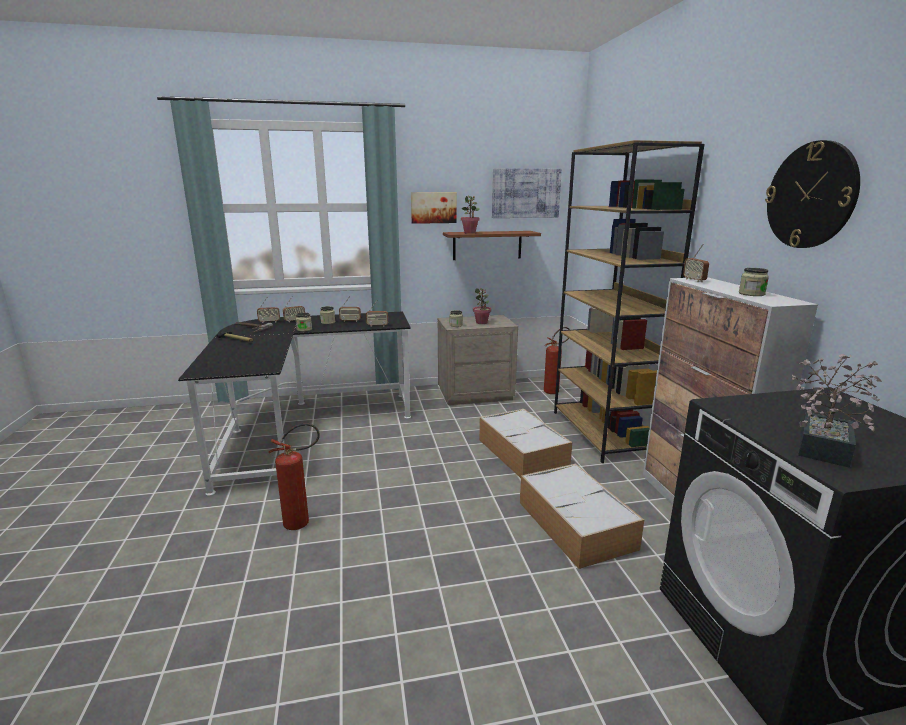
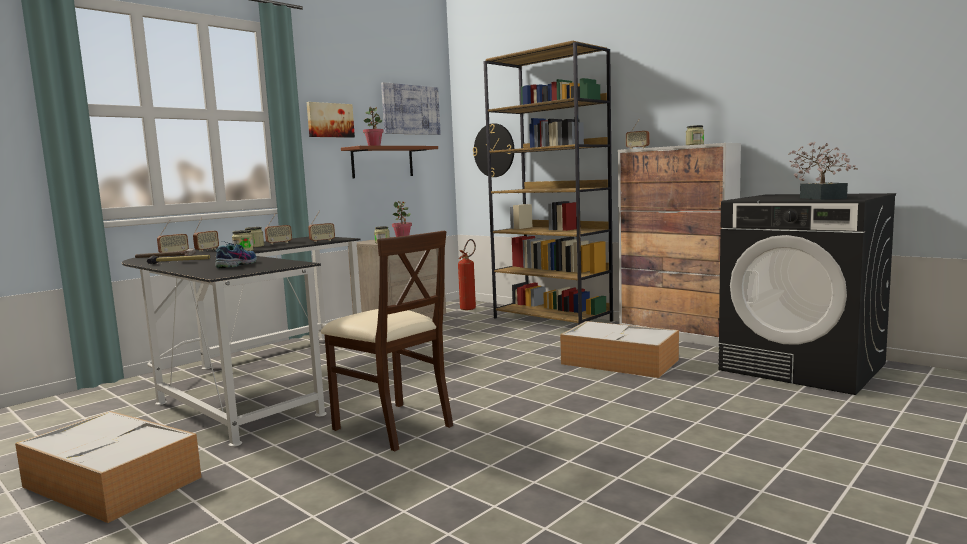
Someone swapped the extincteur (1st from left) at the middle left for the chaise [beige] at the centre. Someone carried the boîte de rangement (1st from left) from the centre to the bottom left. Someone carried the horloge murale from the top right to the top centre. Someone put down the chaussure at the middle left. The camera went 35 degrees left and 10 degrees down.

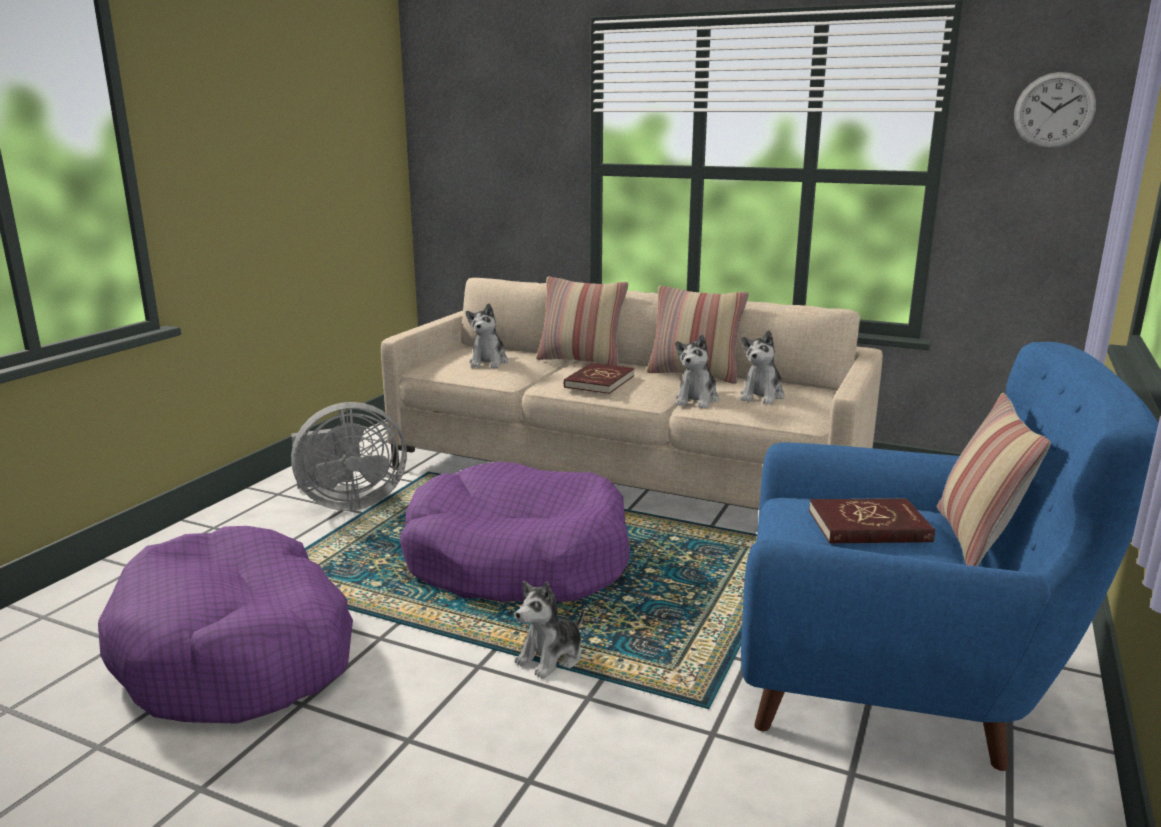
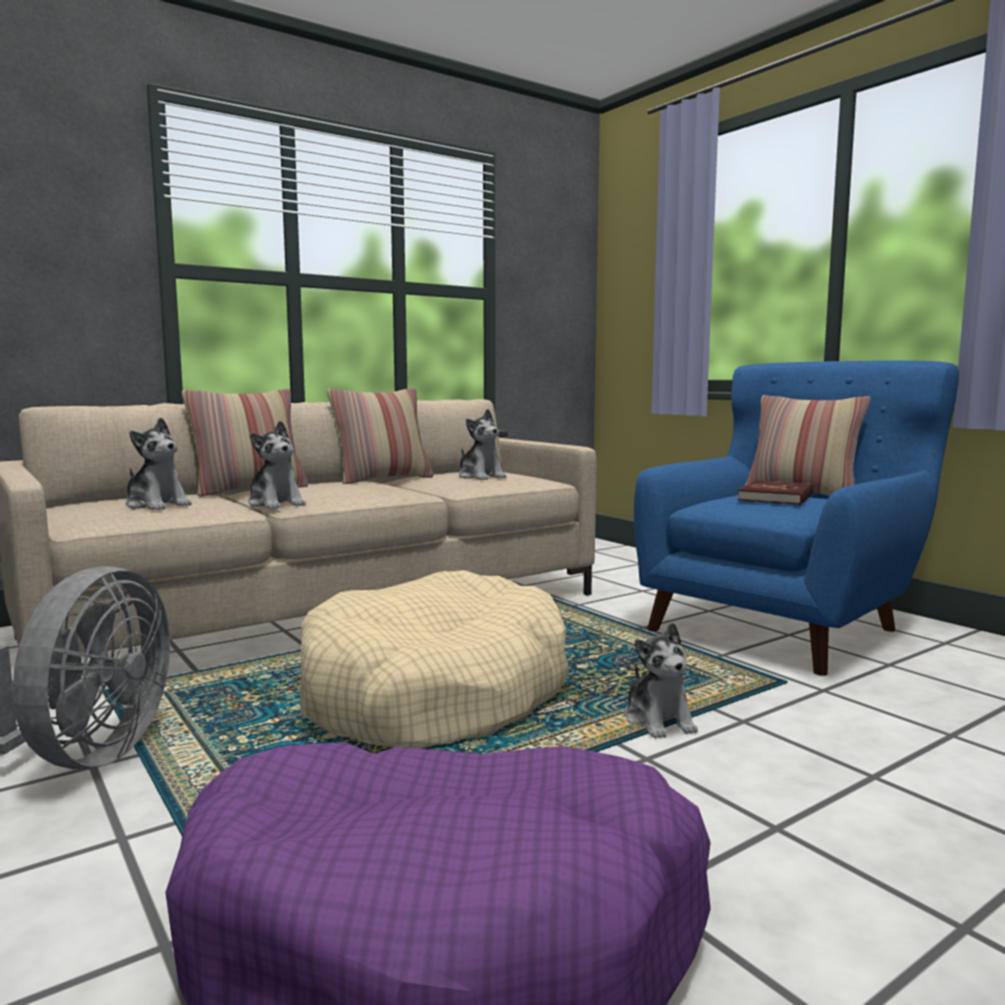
Someone repainted the panier pour chien [violet] (2nd from left) at the centre, which became the panier pour chien [beige] at the centre. Someone took away the livre [rouge] (1st from left) at the centre. Someone carried the peluche (3rd from left in the first image) from the centre to the middle left. Someone took away the horloge murale at the top right. The camera went 60 degrees left and 10 degrees down.

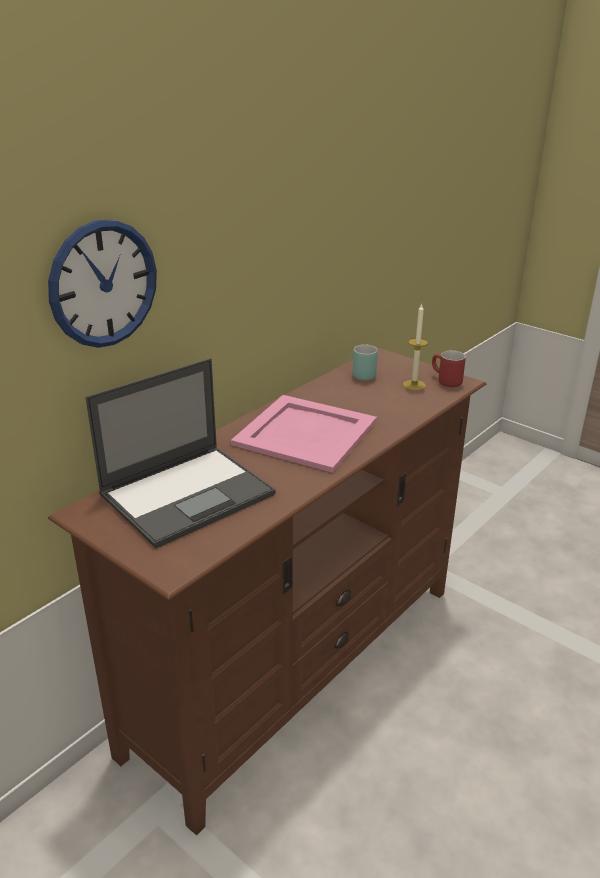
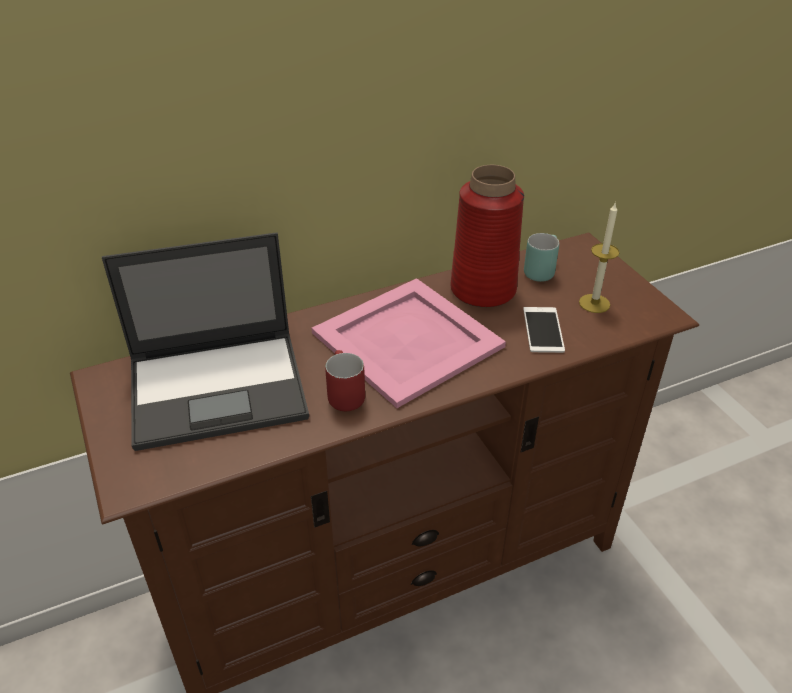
Someone took away the horloge murale at the top left. Someone carried the mug [rouge] from the middle right to the centre. Someone put down the vase [rouge] at the centre. Someone put down the téléphone at the middle right. The camera went 25 degrees right and 10 degrees up.

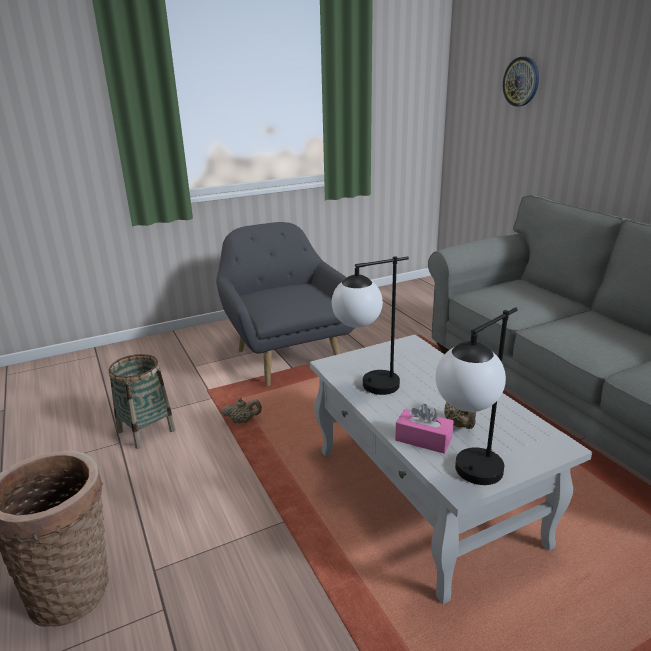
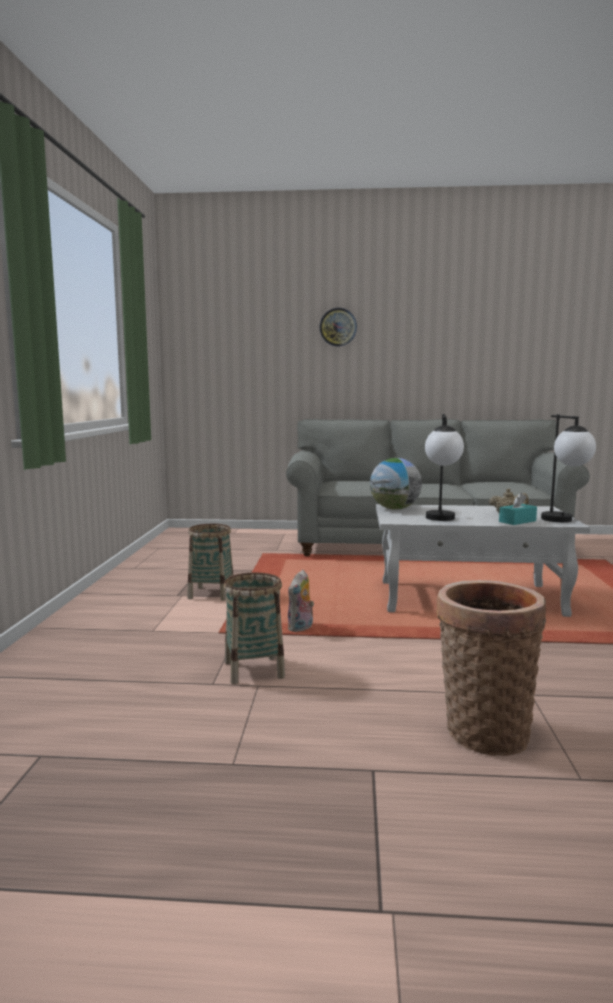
Someone swapped the fauteuil [gris] at the centre for the panier (1st from left) at the centre. Someone swapped the théière [beige] (1st from left) at the centre for the peluche at the centre. Someone repainted the boîte à mouchoirs [rose] at the centre, which became the boîte à mouchoirs [turquoise] at the middle right. Someone carried the horloge murale from the top right to the top centre. Someone put down the globe at the centre. The camera went 60 degrees left and 15 degrees down.

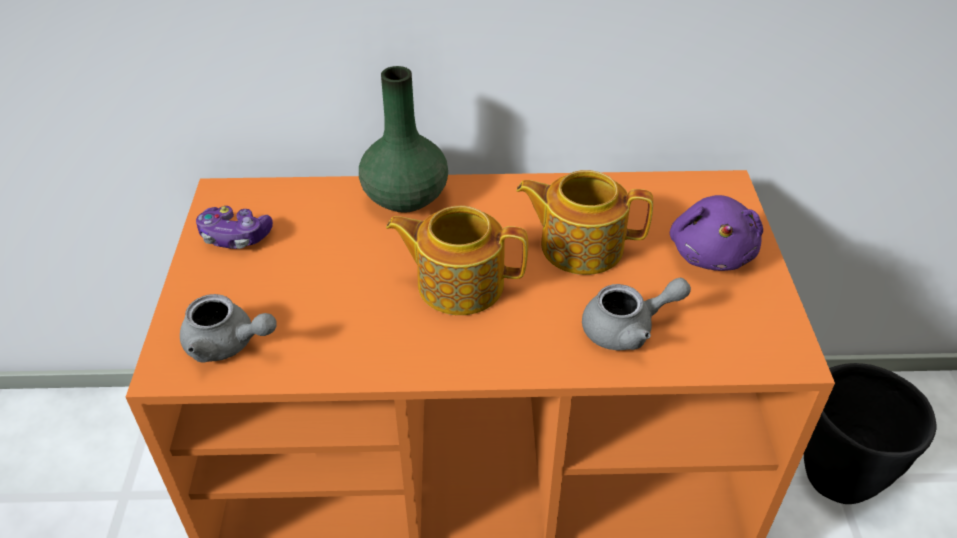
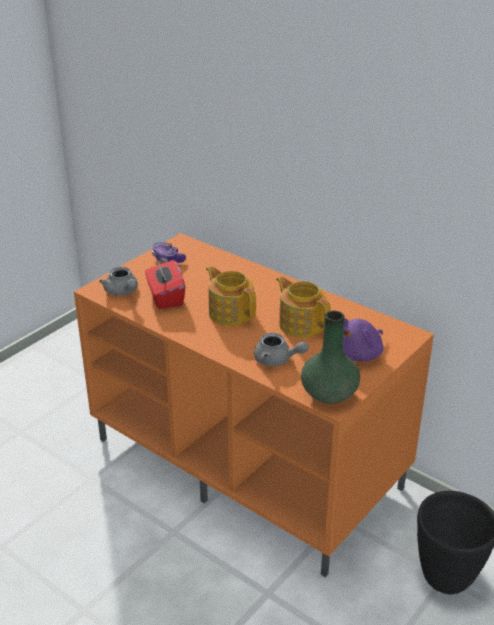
Someone carried the vase [vert] from the top centre to the middle right. Someone put down the boîte à mouchoirs [rouge] at the centre. The camera went 40 degrees right and 10 degrees down.

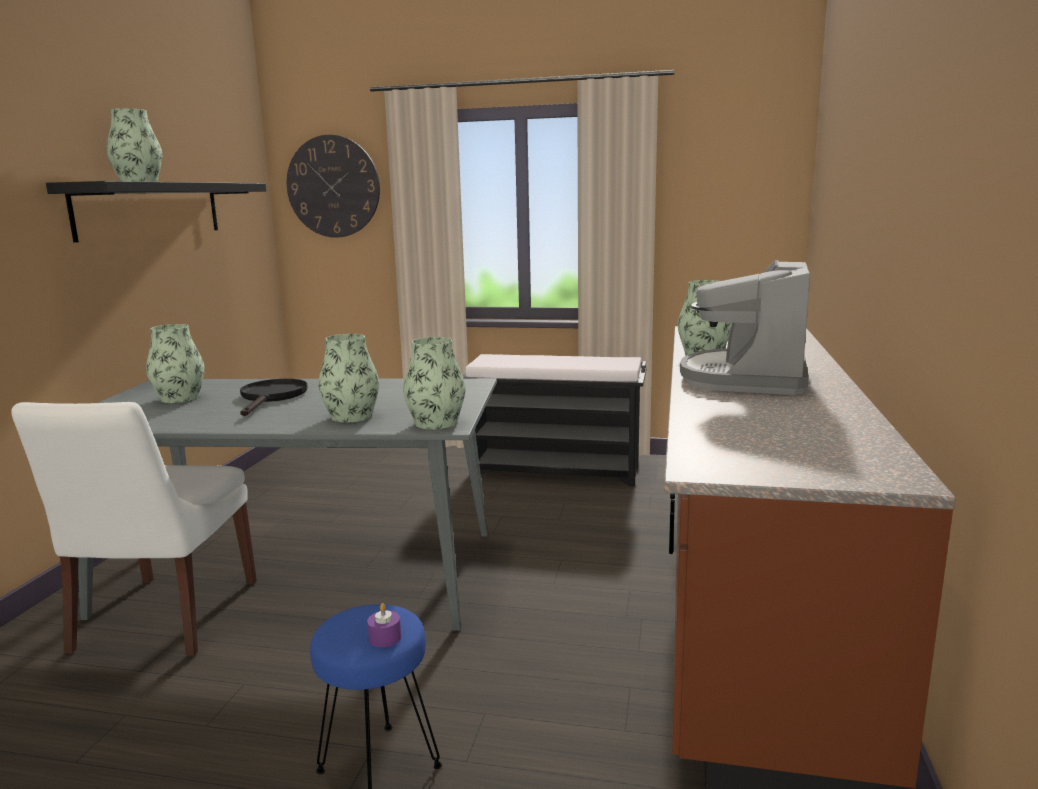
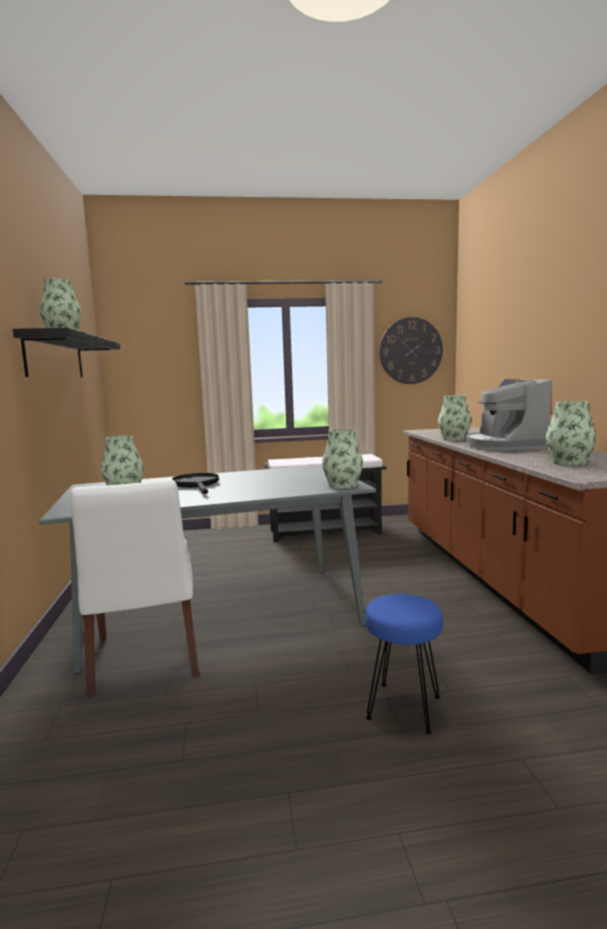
Someone carried the horloge murale from the top left to the middle right. Someone carried the vase (3rd from left in the first image) from the centre to the middle right. Someone took away the bougie [violet] at the bottom centre. The camera went 20 degrees left and 5 degrees down.

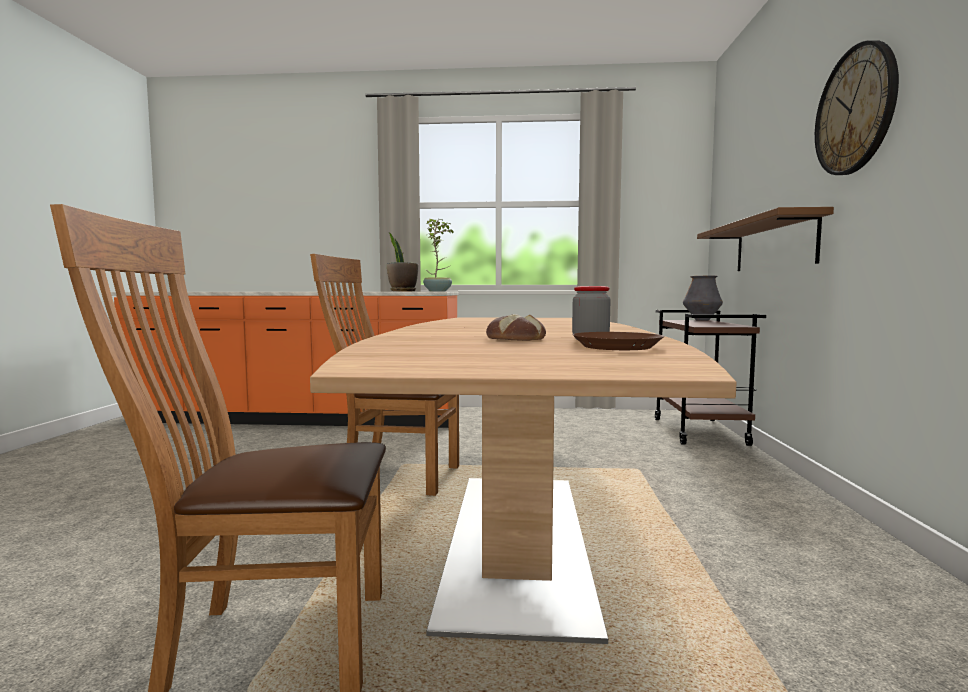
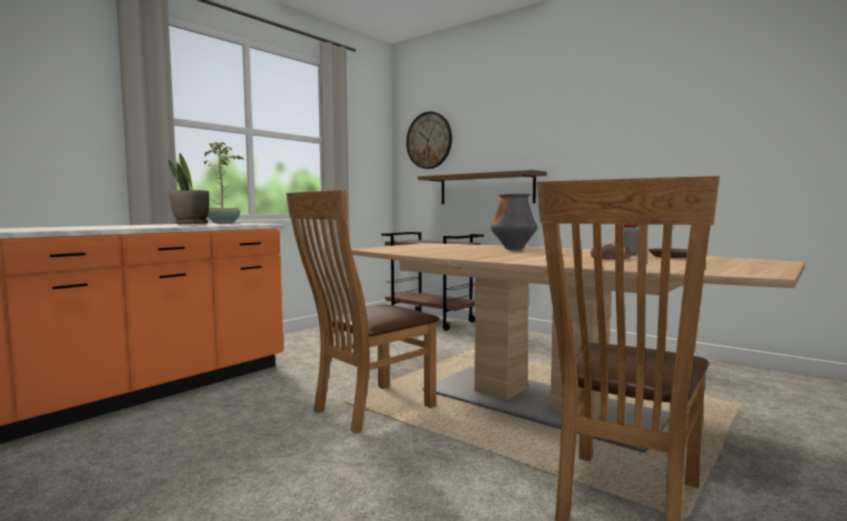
Someone carried the vase from the middle right to the centre. Someone carried the horloge murale from the top right to the top centre. The camera went 55 degrees left and 0 degrees up.

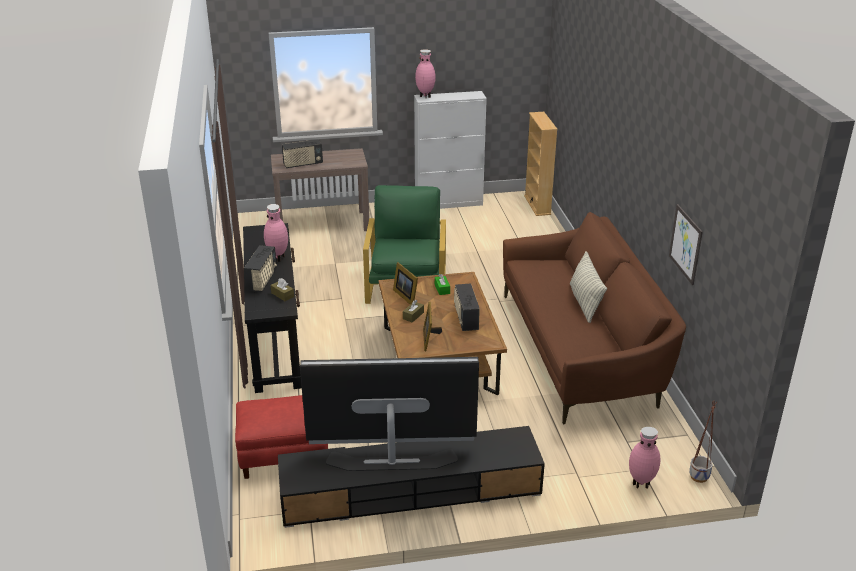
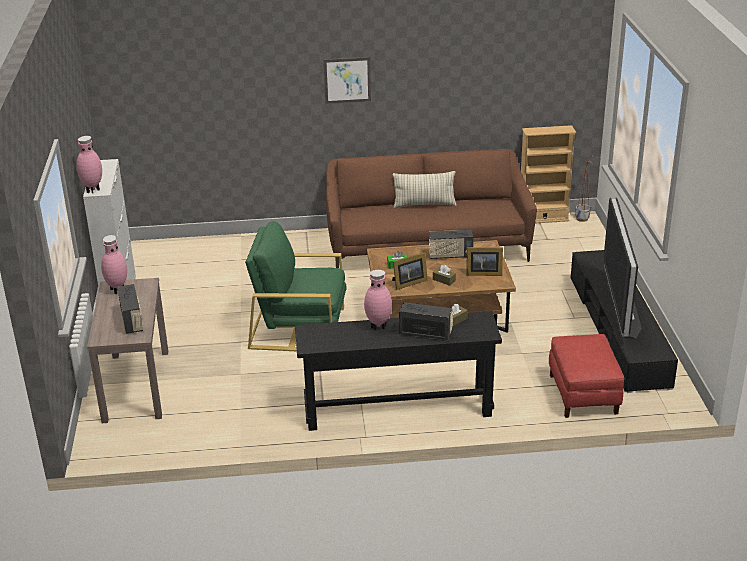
Someone carried the bibliothèque [beige] from the top centre to the top right. Someone carried the vase [rose] (3rd from left in the first image) from the bottom right to the middle left. Someone carried the tableau from the middle right to the top centre. The camera went 85 degrees left and 0 degrees up.

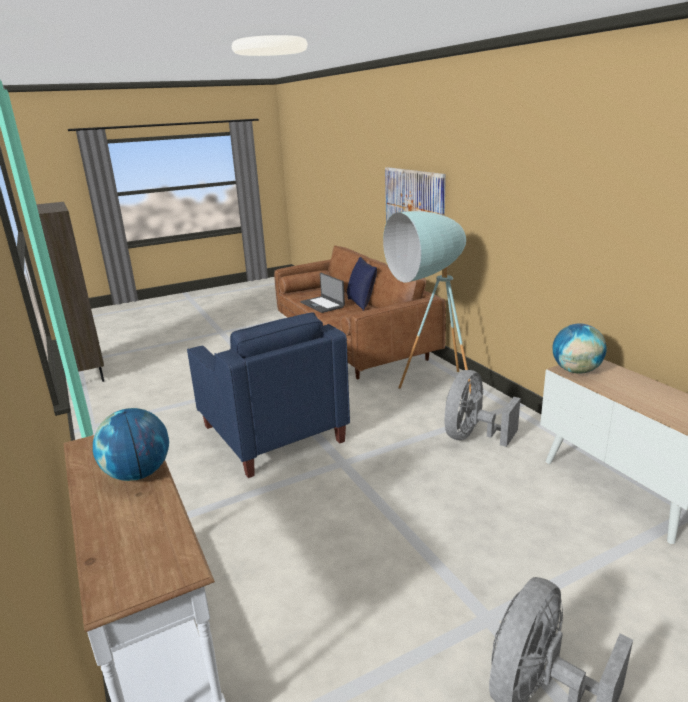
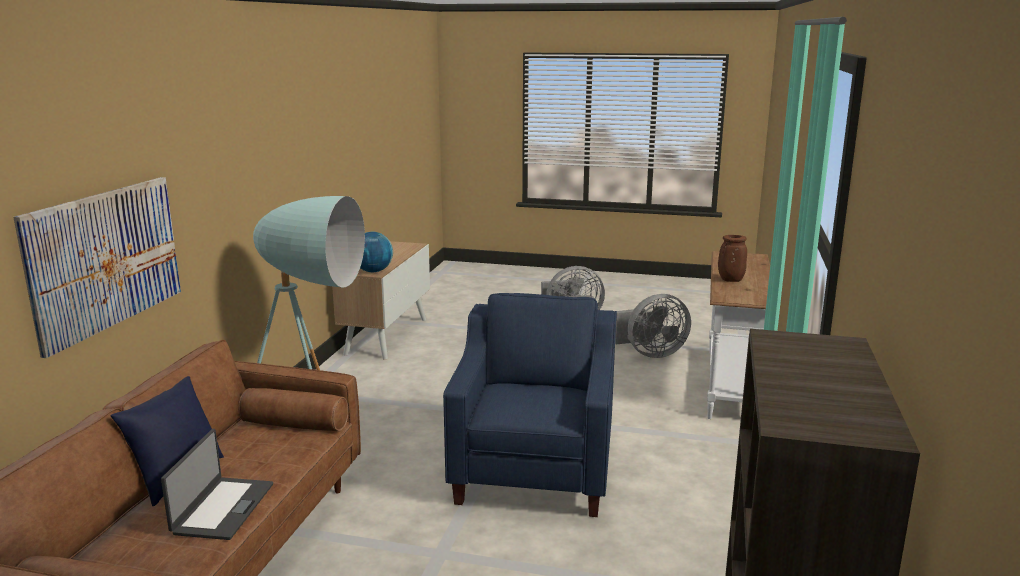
Someone swapped the globe (1st from left) at the middle left for the vase [marron] at the middle right. Someone carried the ventilateur [gris] (1st from left in the first image) from the middle right to the centre. The camera went 140 degrees left and 5 degrees down.

